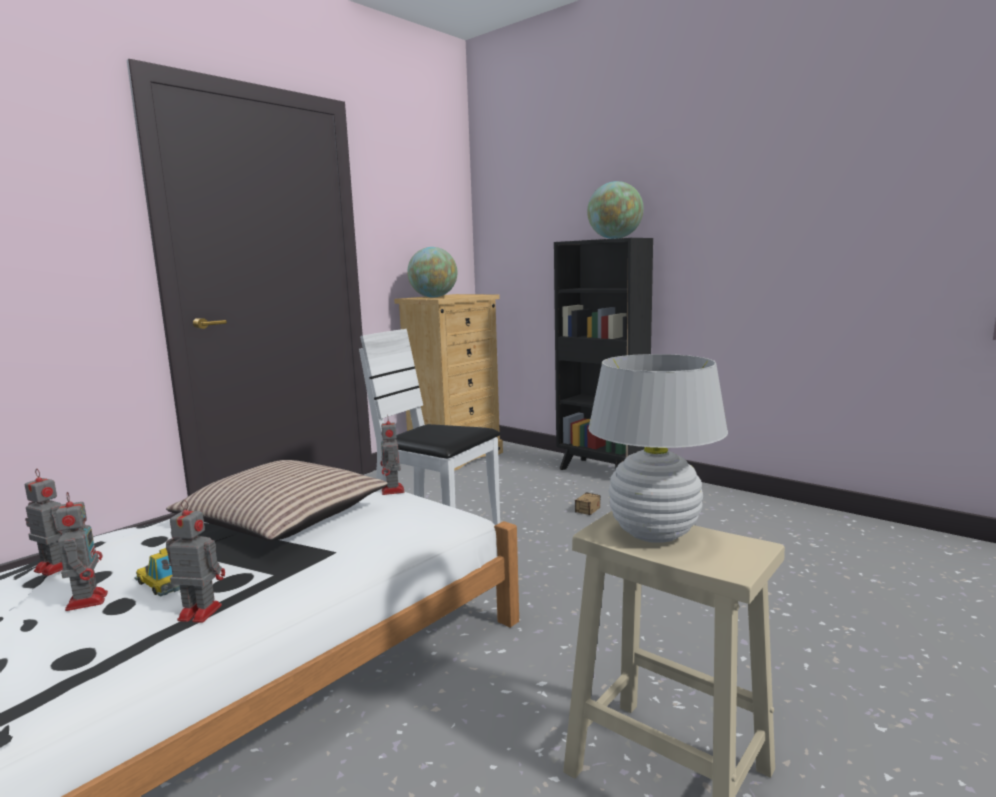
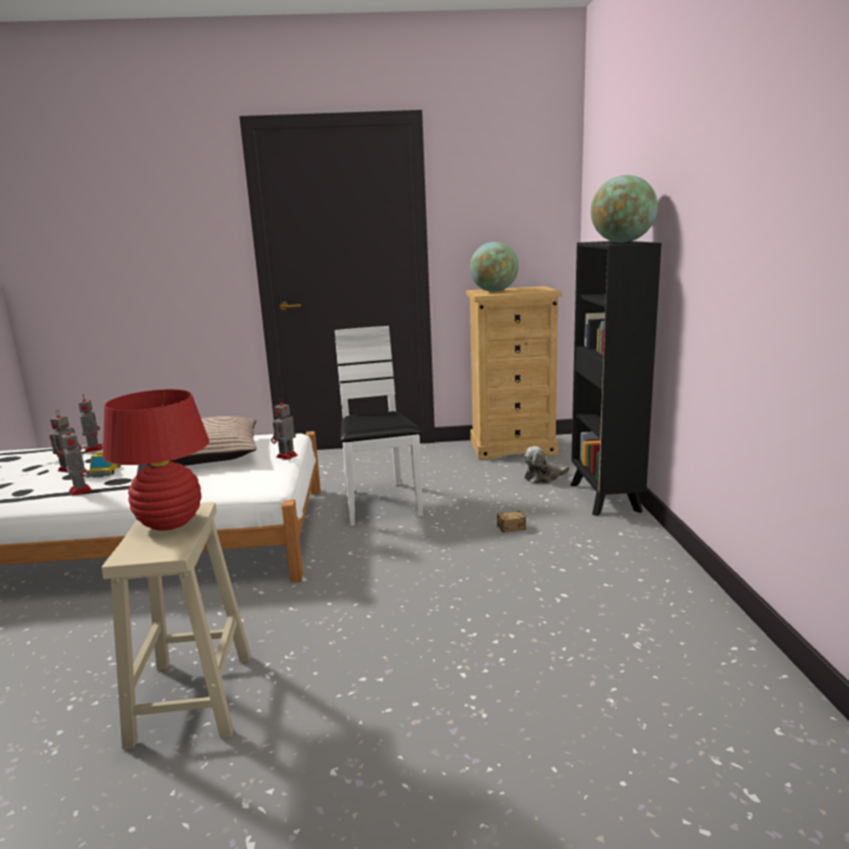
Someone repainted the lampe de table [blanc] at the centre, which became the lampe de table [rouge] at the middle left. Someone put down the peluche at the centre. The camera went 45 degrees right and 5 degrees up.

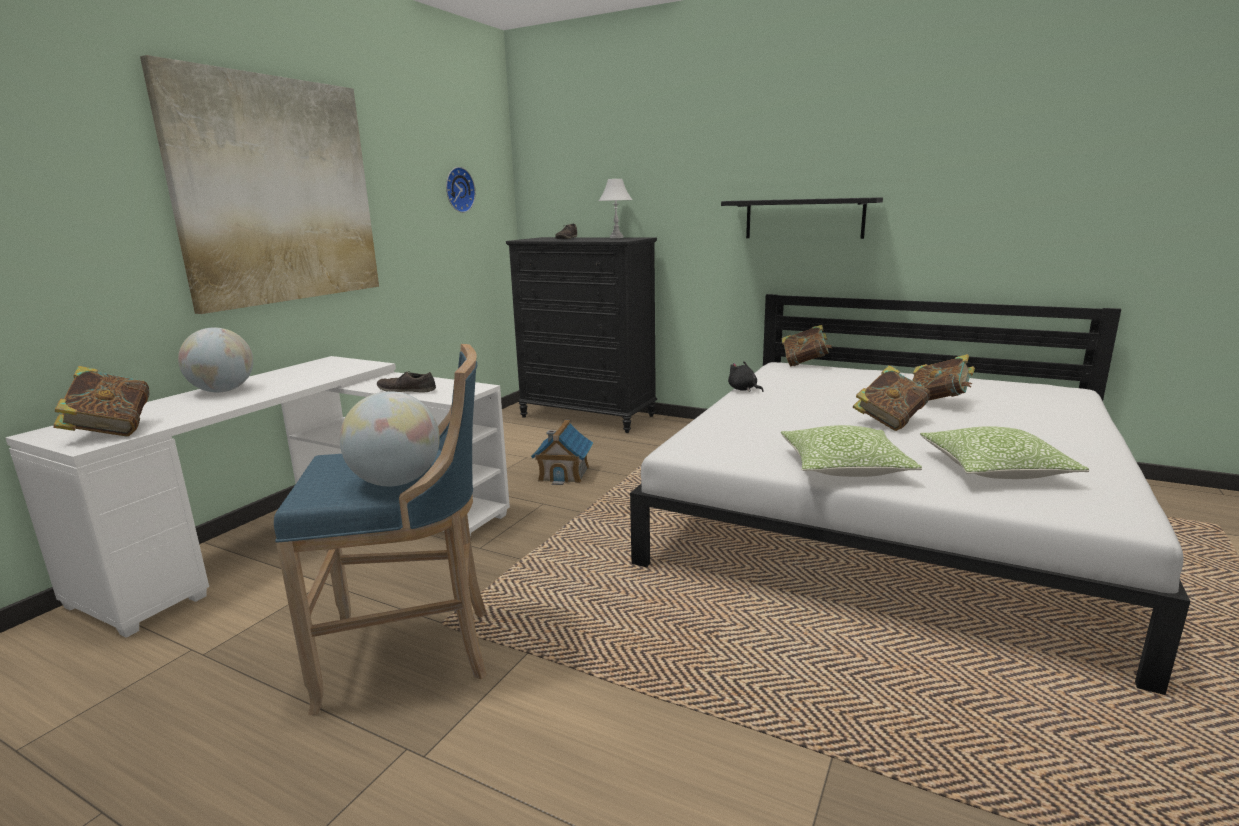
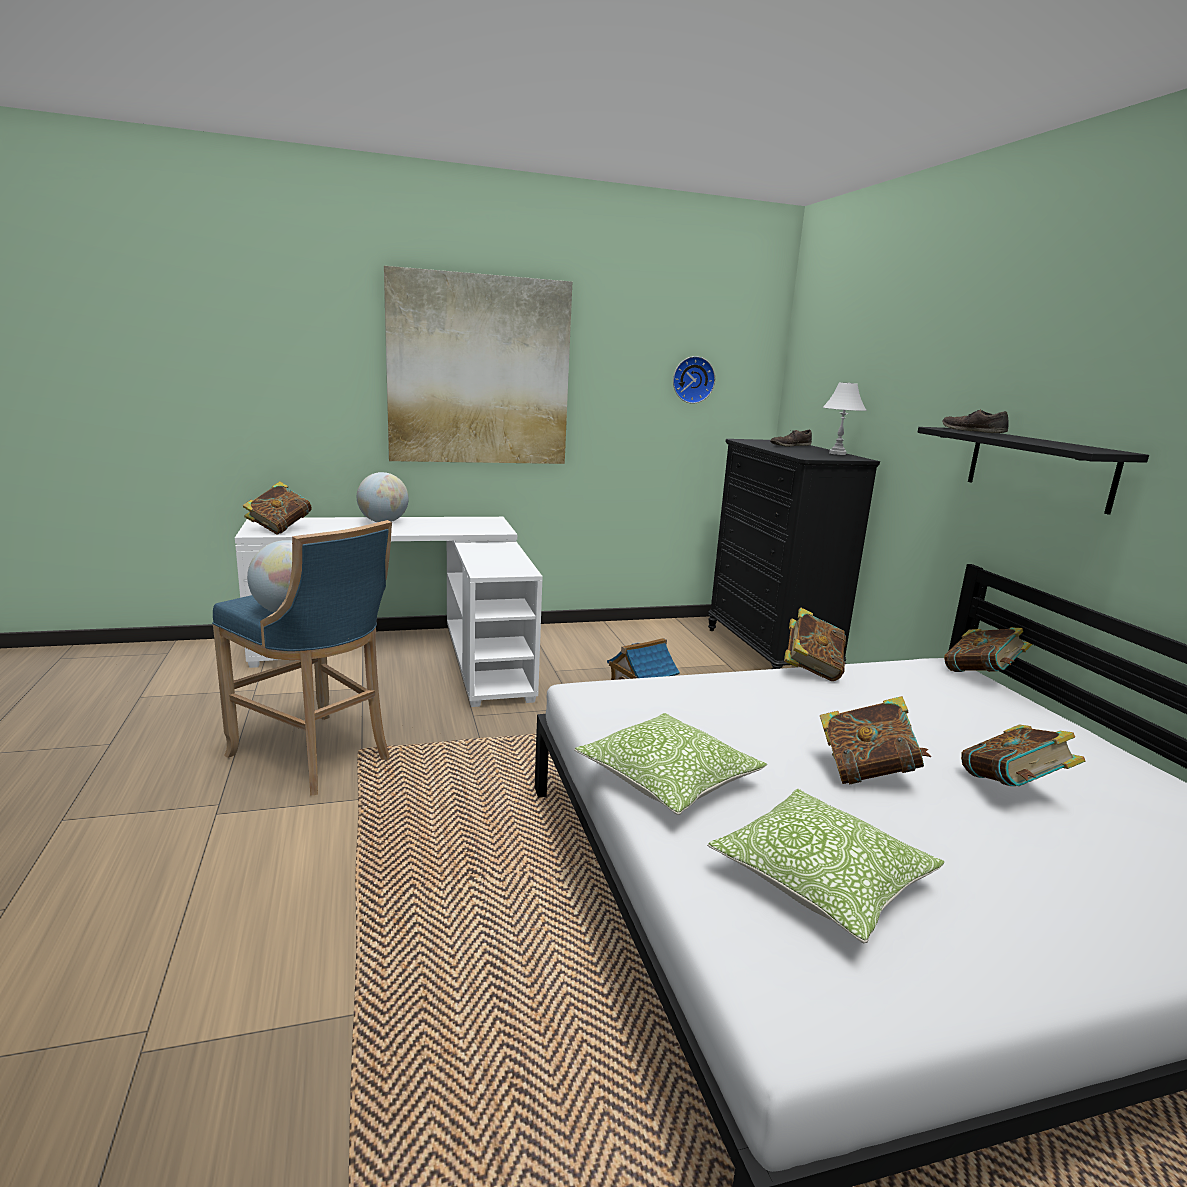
Someone carried the chaussure [marron] (1st from left in the first image) from the middle left to the middle right. Someone swapped the peluche [noir] at the centre for the livre (2nd from left) at the middle right. The camera went 45 degrees right and 0 degrees up.

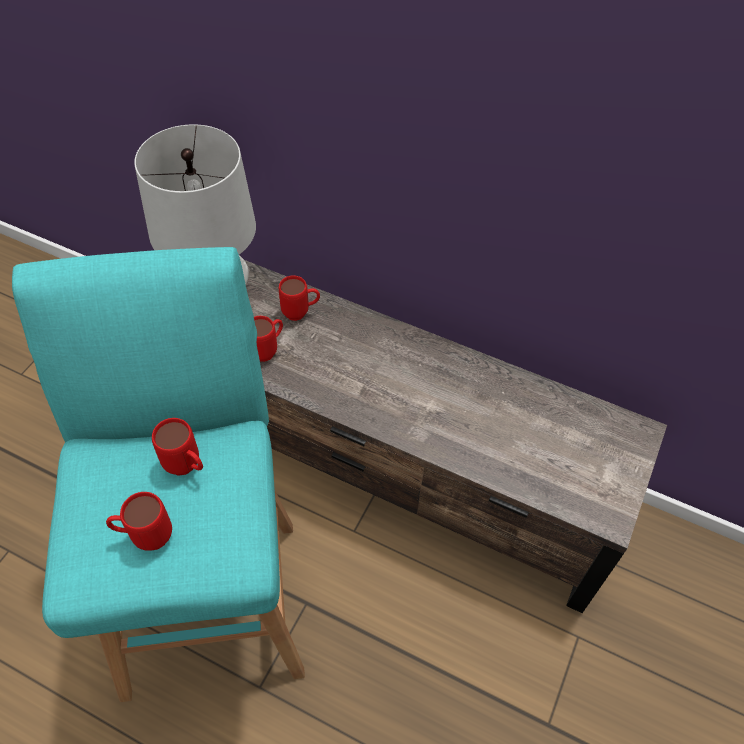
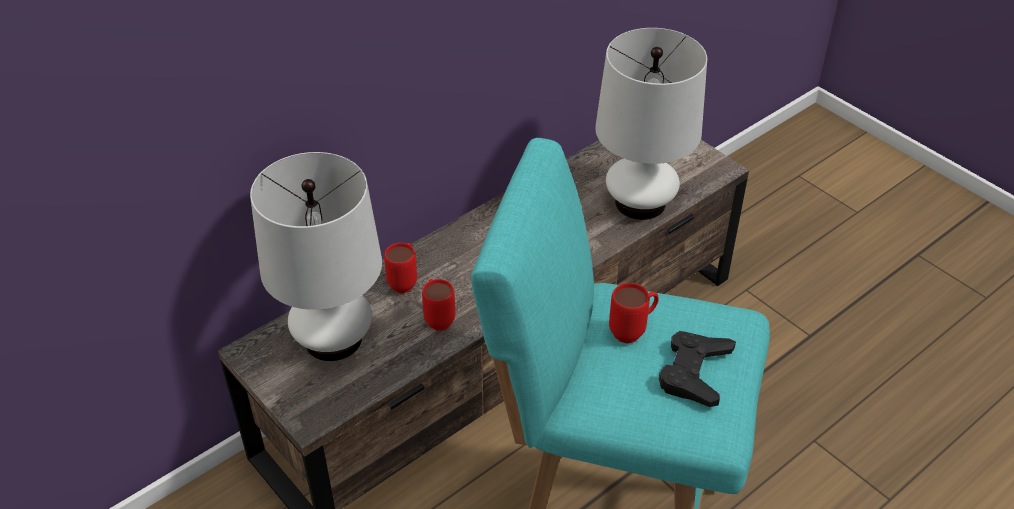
Someone swapped the mug [rouge] (1st from left) at the bottom left for the manette [noir] at the bottom right. Someone put down the lampe de table [blanc] (2nd from left) at the top centre. The camera went 65 degrees left and 10 degrees down.

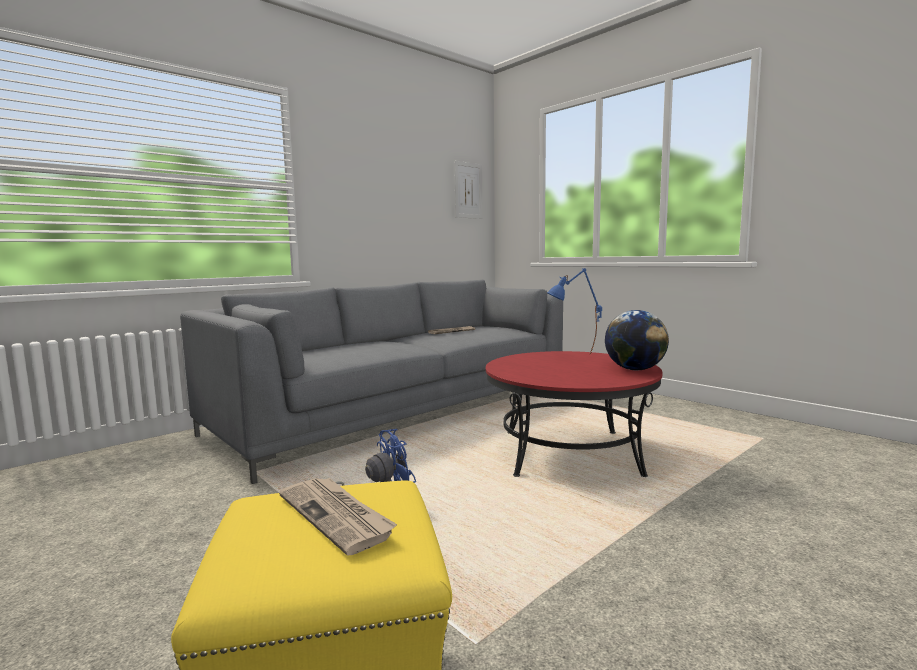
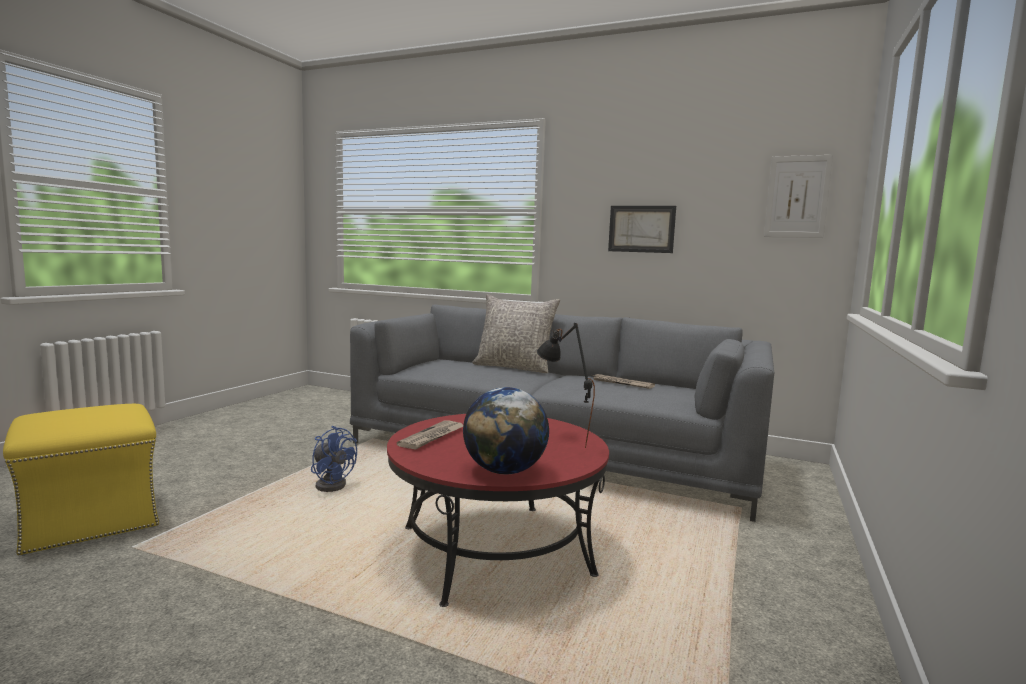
Someone carried the journal (1st from left) from the bottom centre to the centre. Someone repainted the lampe de table [bleu] at the centre, which became the lampe de table [noir] at the centre. Someone put down the coussin [gris] at the centre. Someone put up the tableau (1st from left) at the centre. The camera went 65 degrees right and 0 degrees up.

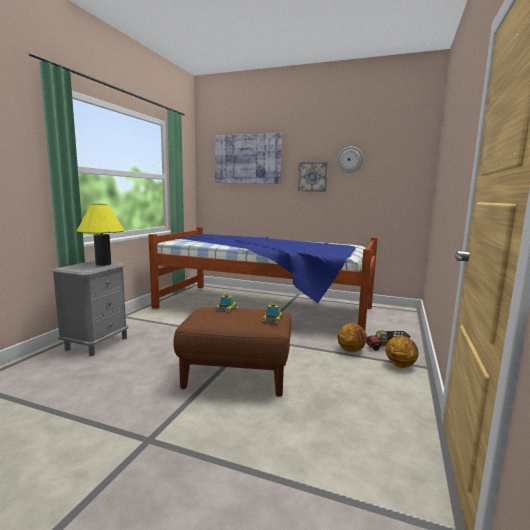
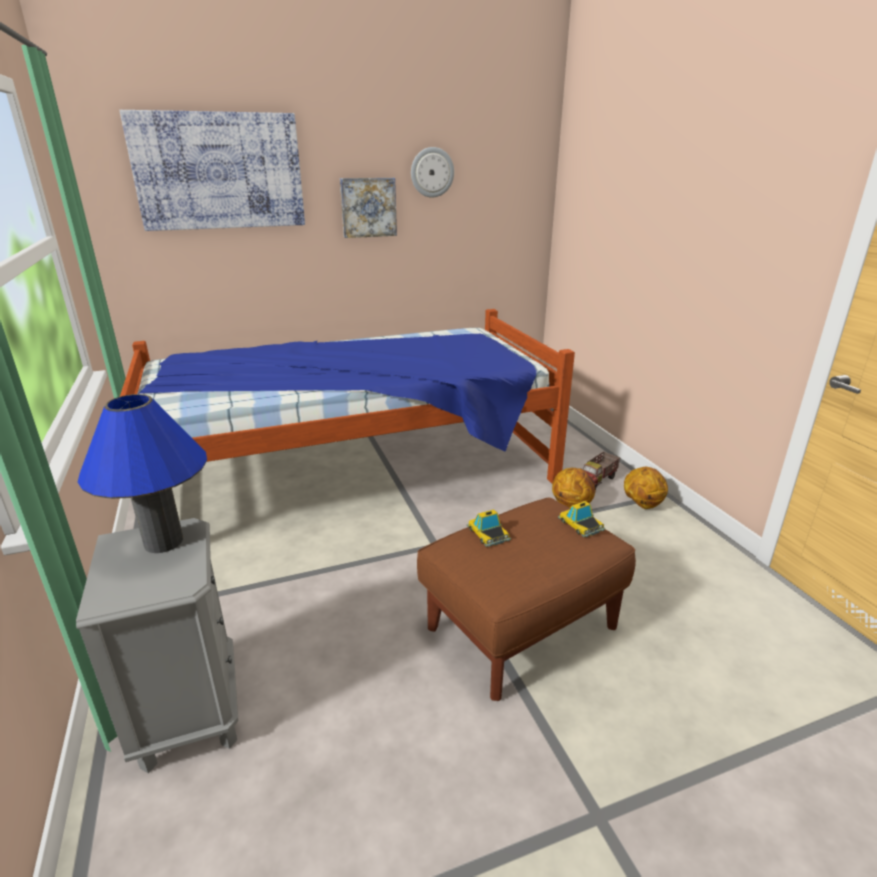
Someone repainted the lampe de table [jaune] at the middle left, which became the lampe de table [bleu] at the middle left. The camera went 40 degrees left and 15 degrees up.

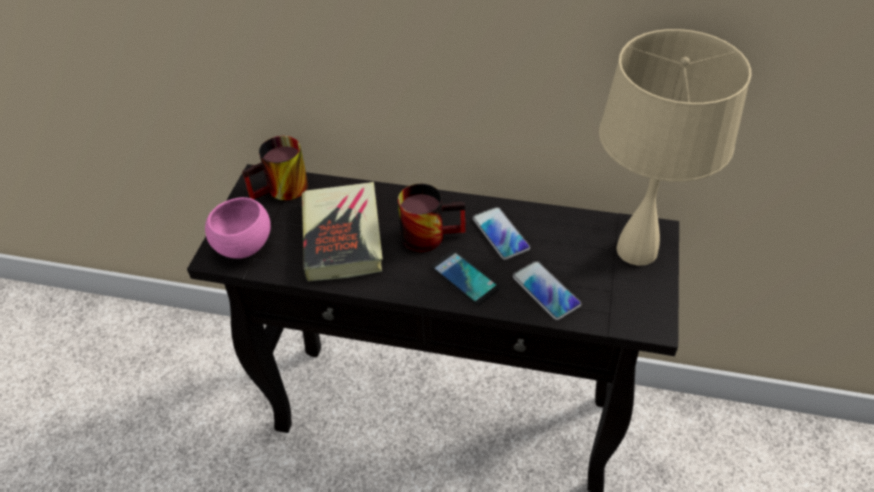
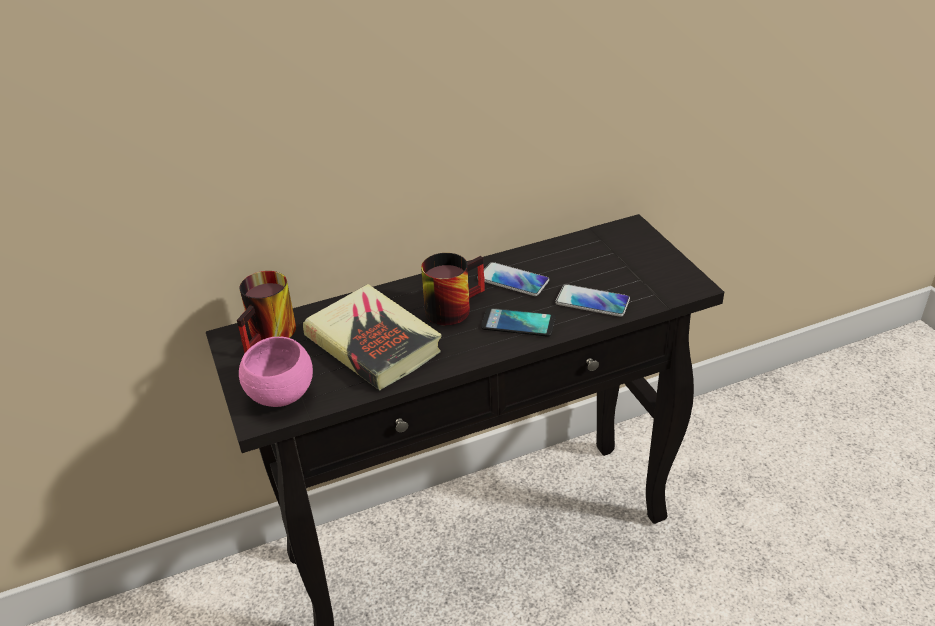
Someone took away the lampe de table [beige] at the top right. The camera went 35 degrees left and 10 degrees down.

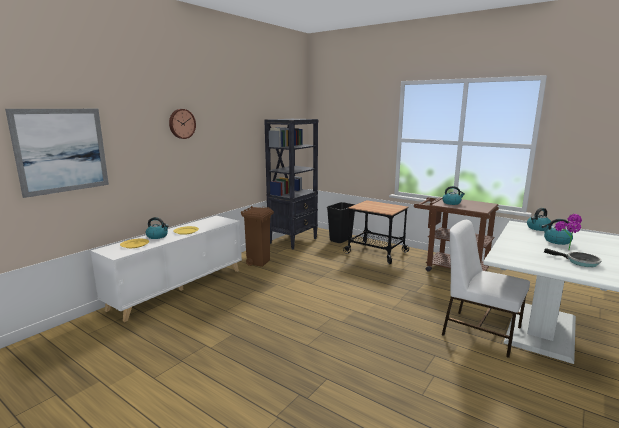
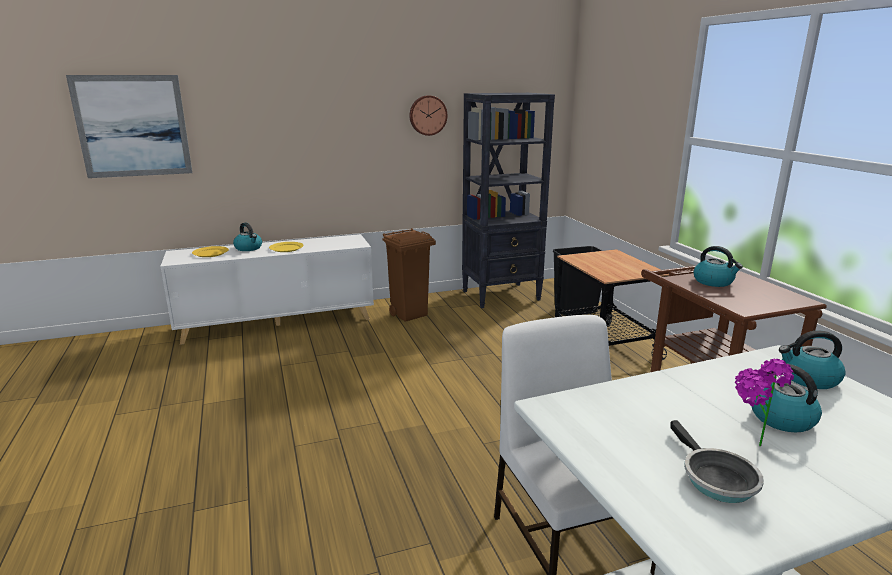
Someone carried the horloge murale from the top left to the top centre. The camera went 35 degrees right and 5 degrees up.

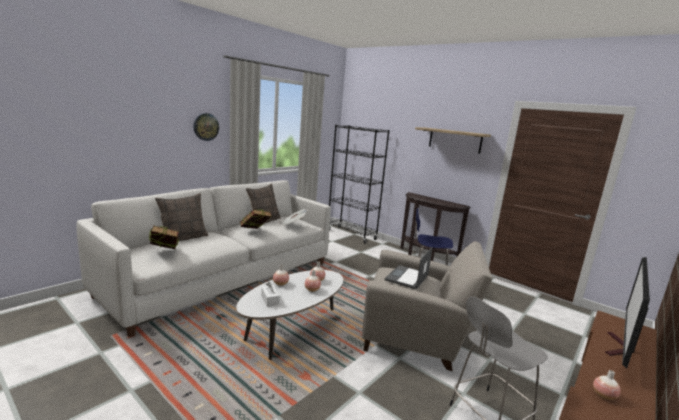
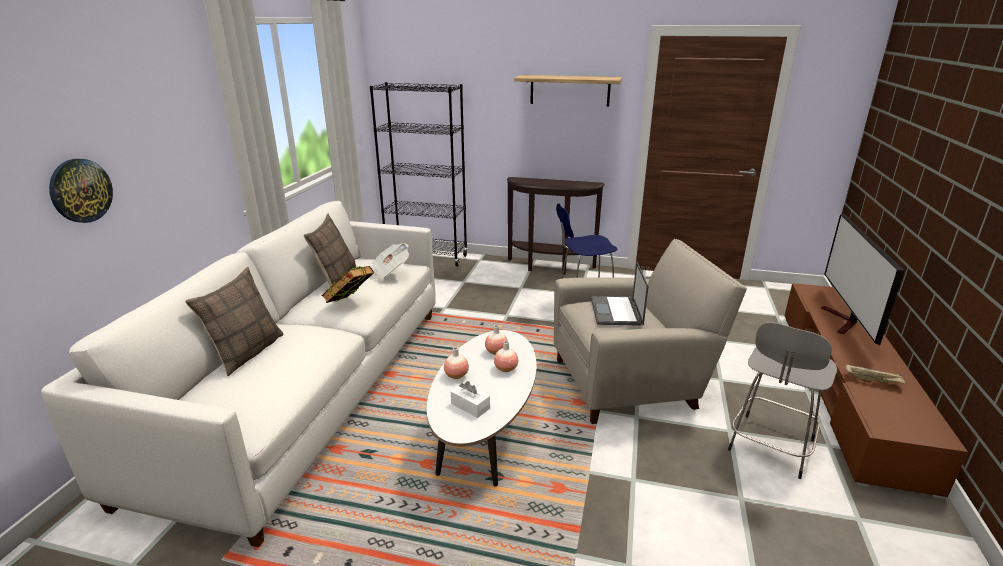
Someone took away the livre (1st from left) at the middle left. Someone carried the horloge murale from the top left to the middle left. Someone swapped the vase (4th from left) at the bottom right for the plateau [beige] at the middle right. The camera went 25 degrees left and 10 degrees up.

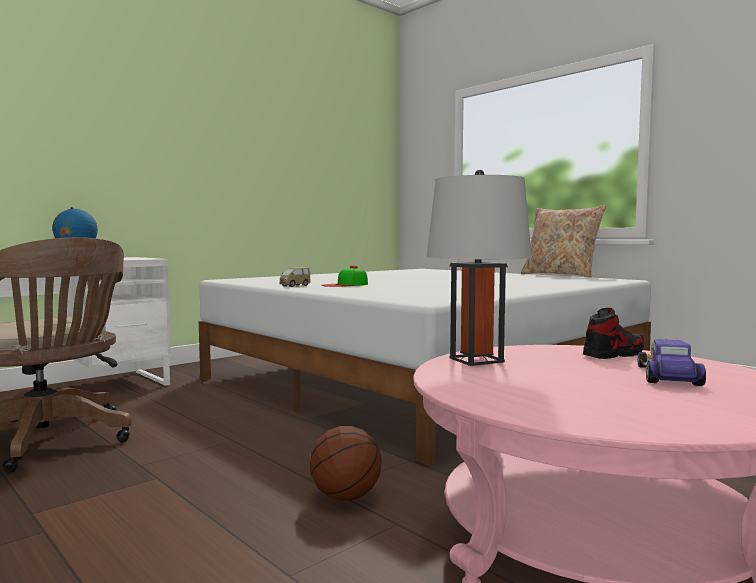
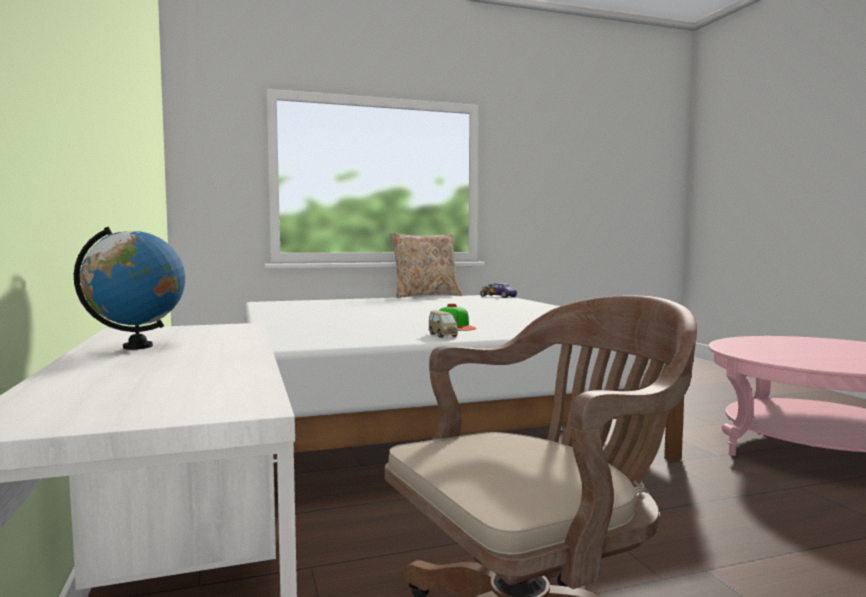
Someone took away the ballon de basket at the bottom centre. Someone took away the lampe de table [gris] at the centre. Someone took away the chaussure at the middle right. Someone carried the petite voiture (2nd from left) from the middle right to the centre. The camera went 65 degrees left and 0 degrees up.

